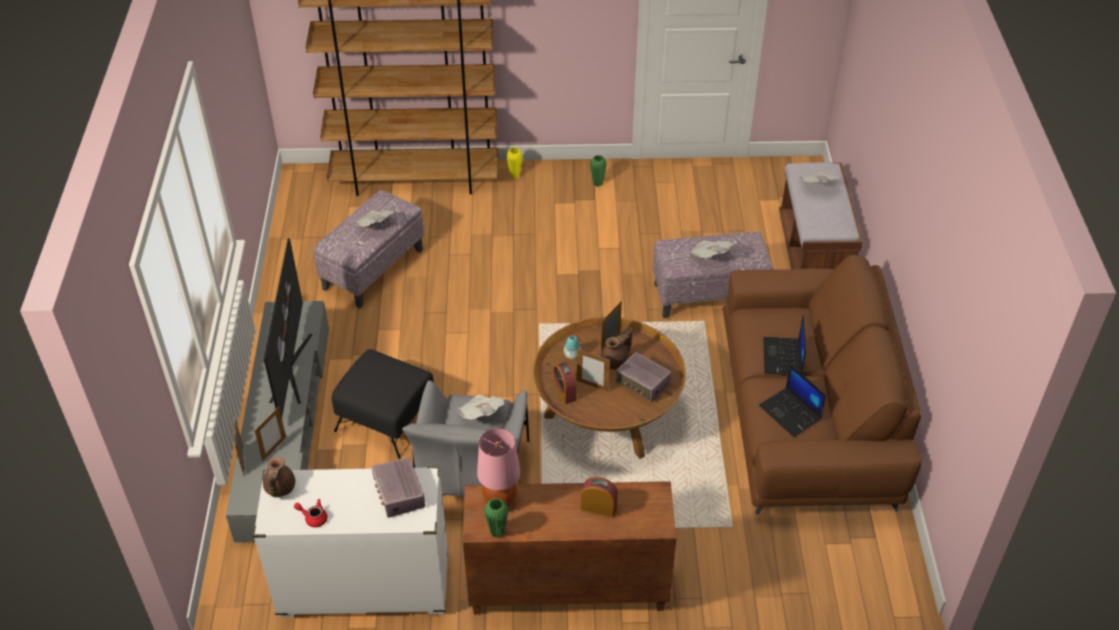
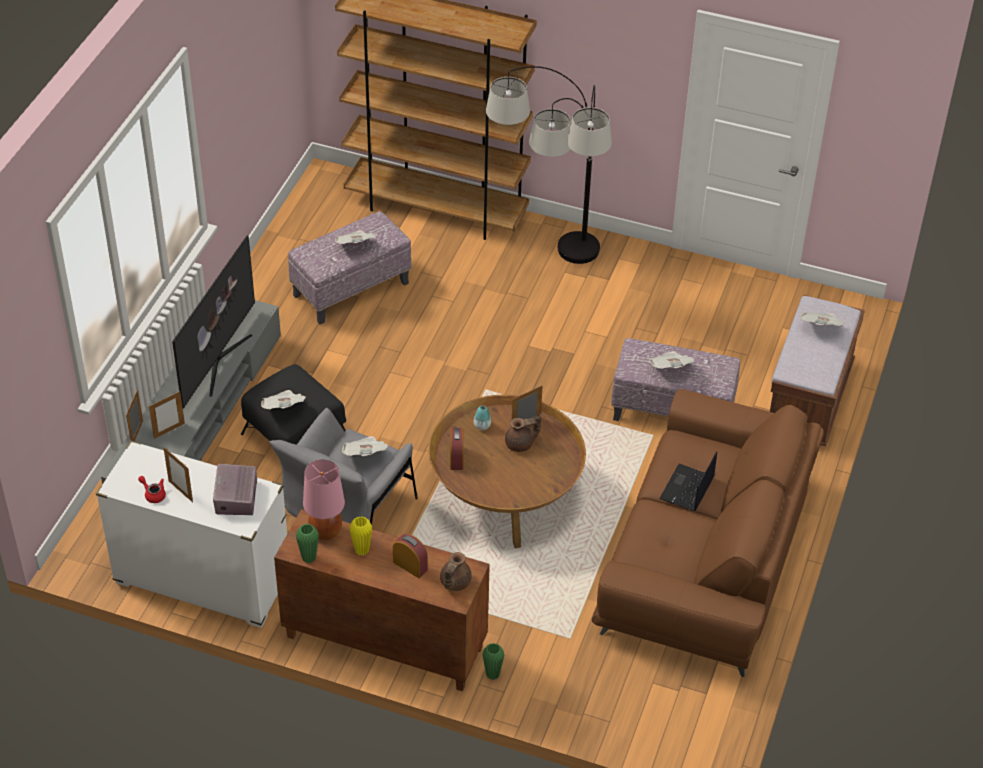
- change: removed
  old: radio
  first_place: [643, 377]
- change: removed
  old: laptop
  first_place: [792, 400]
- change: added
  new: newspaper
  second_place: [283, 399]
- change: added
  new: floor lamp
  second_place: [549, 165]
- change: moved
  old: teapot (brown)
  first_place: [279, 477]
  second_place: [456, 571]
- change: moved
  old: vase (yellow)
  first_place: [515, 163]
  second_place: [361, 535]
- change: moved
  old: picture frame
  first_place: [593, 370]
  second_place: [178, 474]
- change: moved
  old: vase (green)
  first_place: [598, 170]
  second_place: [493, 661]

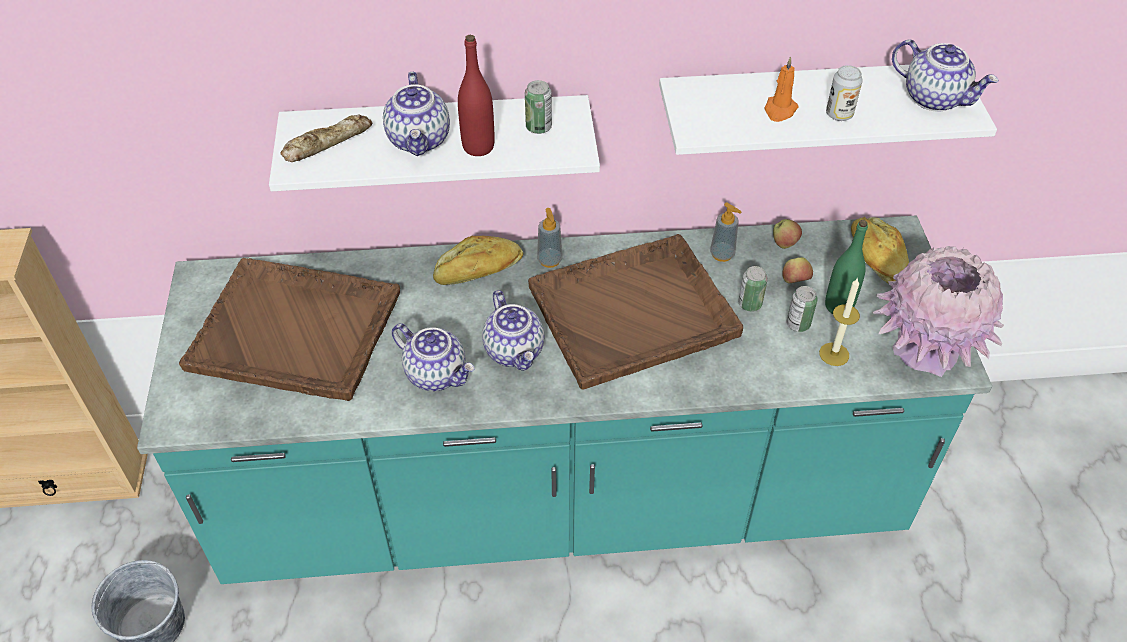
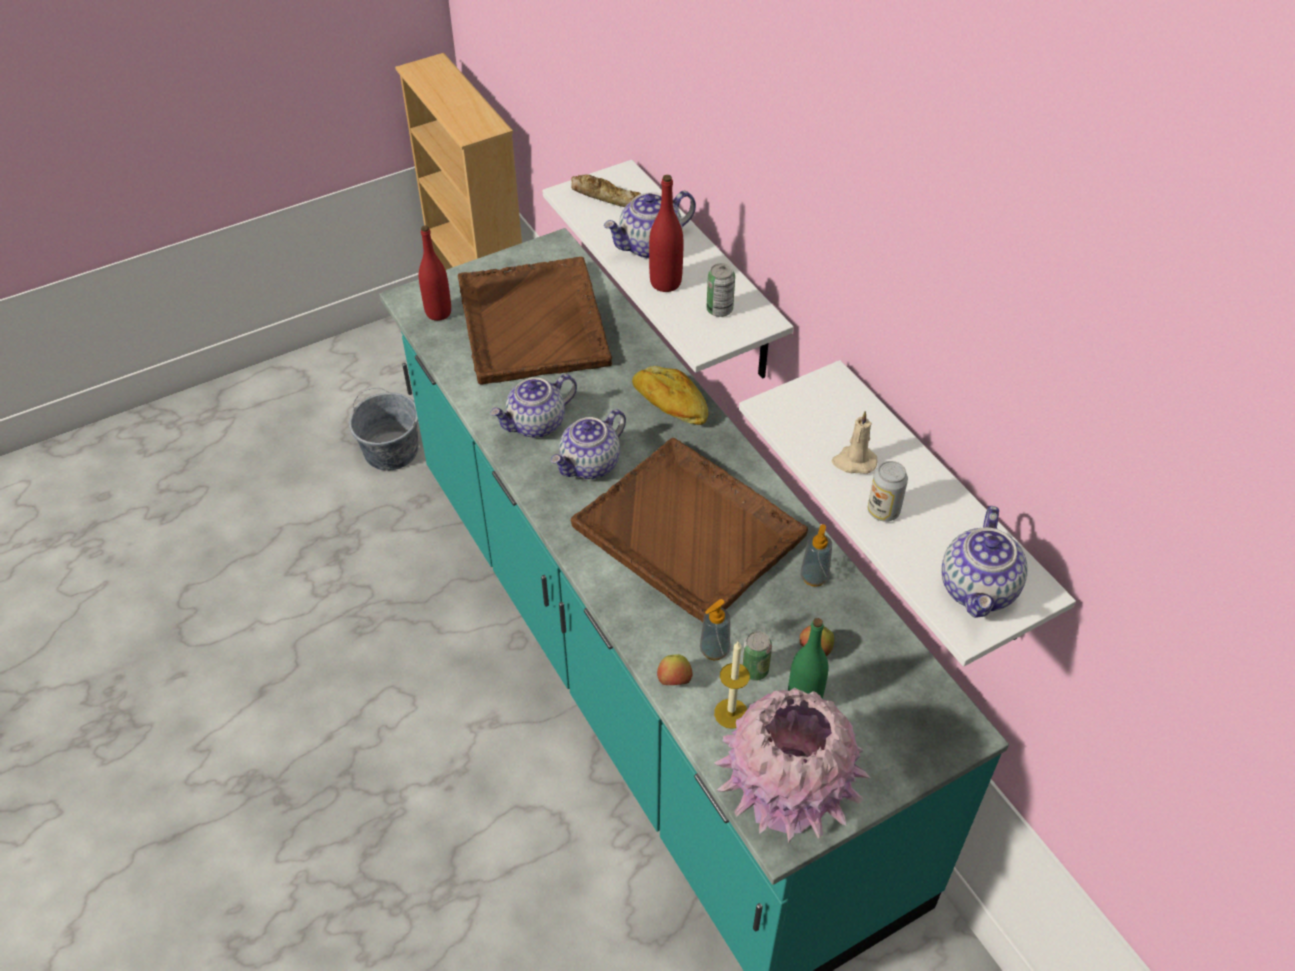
- change: removed
  old: can
  first_place: [753, 289]
- change: removed
  old: bread
  first_place: [880, 250]
- change: added
  new: bottle (red)
  second_place: [435, 273]
- change: moved
  old: soap dispenser
  first_place: [550, 238]
  second_place: [715, 630]
- change: moved
  old: apple
  first_place: [787, 234]
  second_place: [674, 669]
- change: recoloured
  old: candle (orange)
  new: candle (beige)
  first_place: [781, 89]
  second_place: [855, 442]
- change: turned
  old: teapot
  first_place: [433, 357]
  second_place: [533, 406]
  degrees: 45

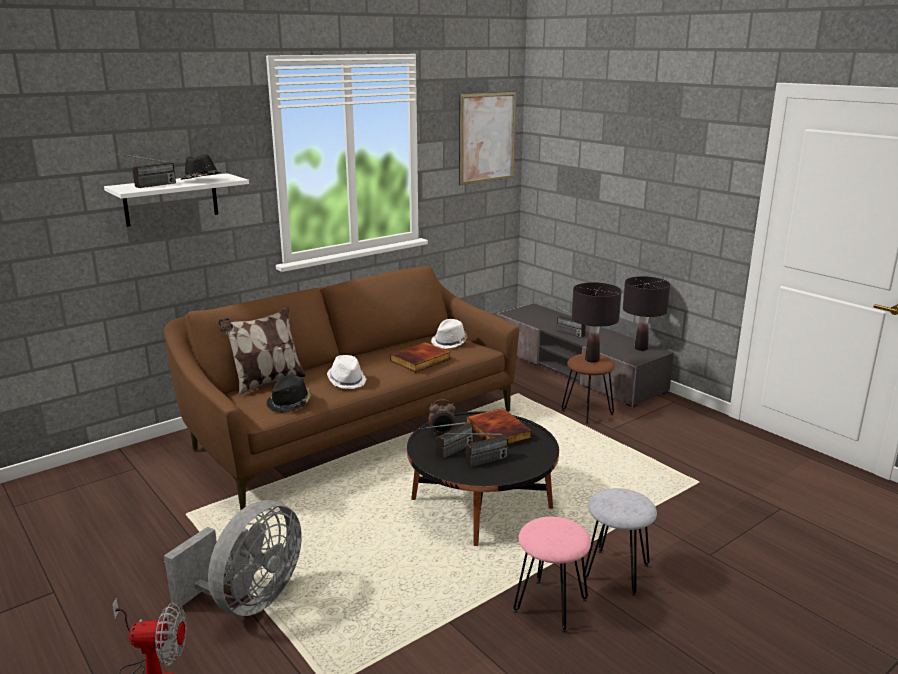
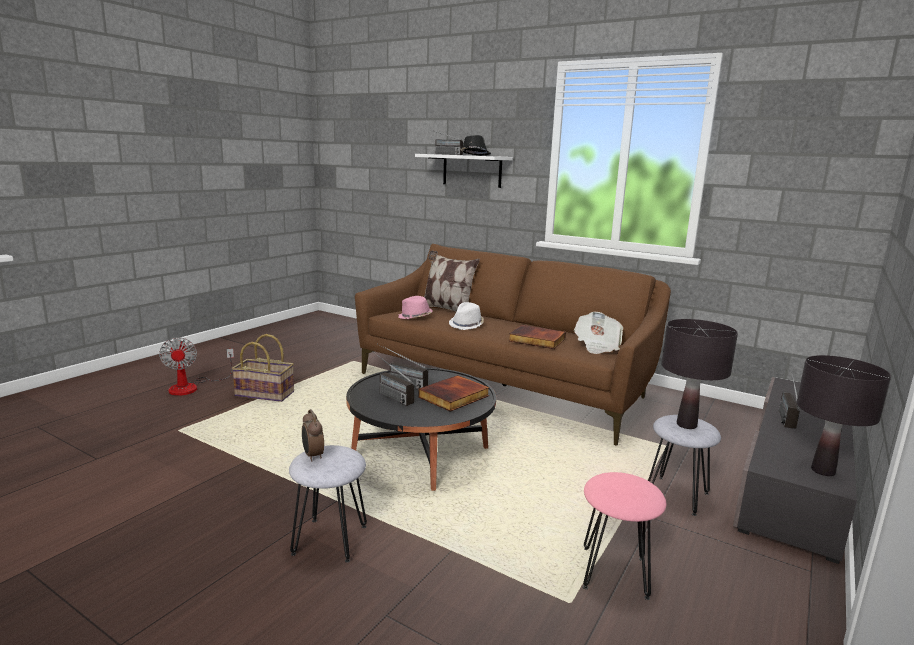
- change: removed
  old: picture
  first_place: [487, 138]
- change: moved
  old: alarm clock
  first_place: [442, 417]
  second_place: [313, 435]
- change: moved
  old: stool (pink)
  first_place: [552, 575]
  second_place: [624, 536]
- change: replaced
  old: fan (grey)
  new: basket
  first_place: [233, 558]
  second_place: [263, 368]
- change: replaced
  old: hat (white)
  new: newspaper
  first_place: [449, 334]
  second_place: [598, 333]
- change: recoloured
  old: hat (black)
  new: hat (pink)
  first_place: [288, 394]
  second_place: [415, 307]
- change: recoloured
  old: stool (brown)
  new: stool (grey)
  first_place: [588, 389]
  second_place: [684, 465]

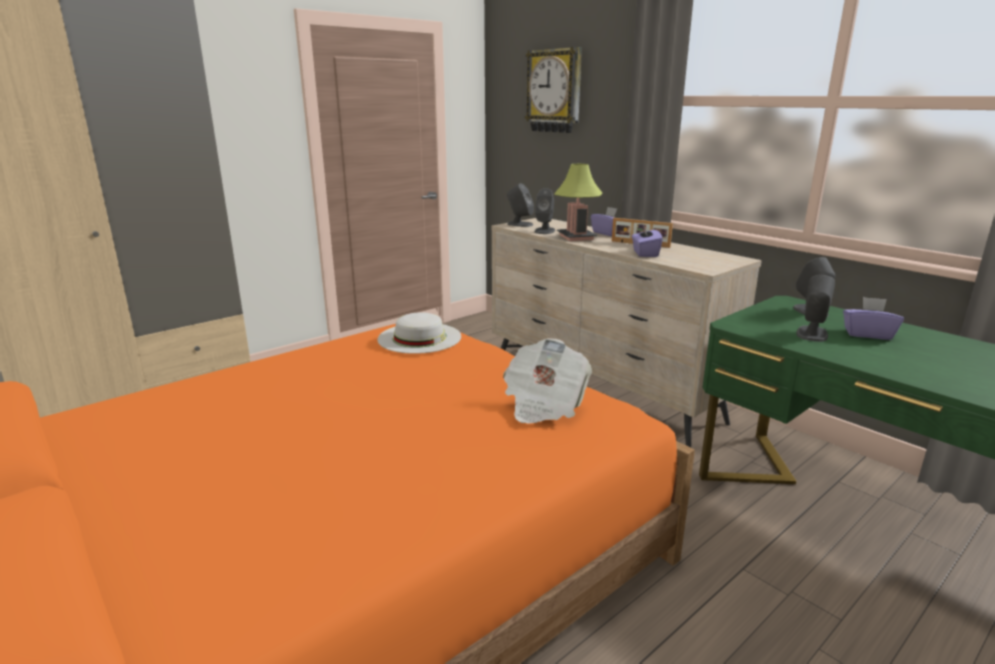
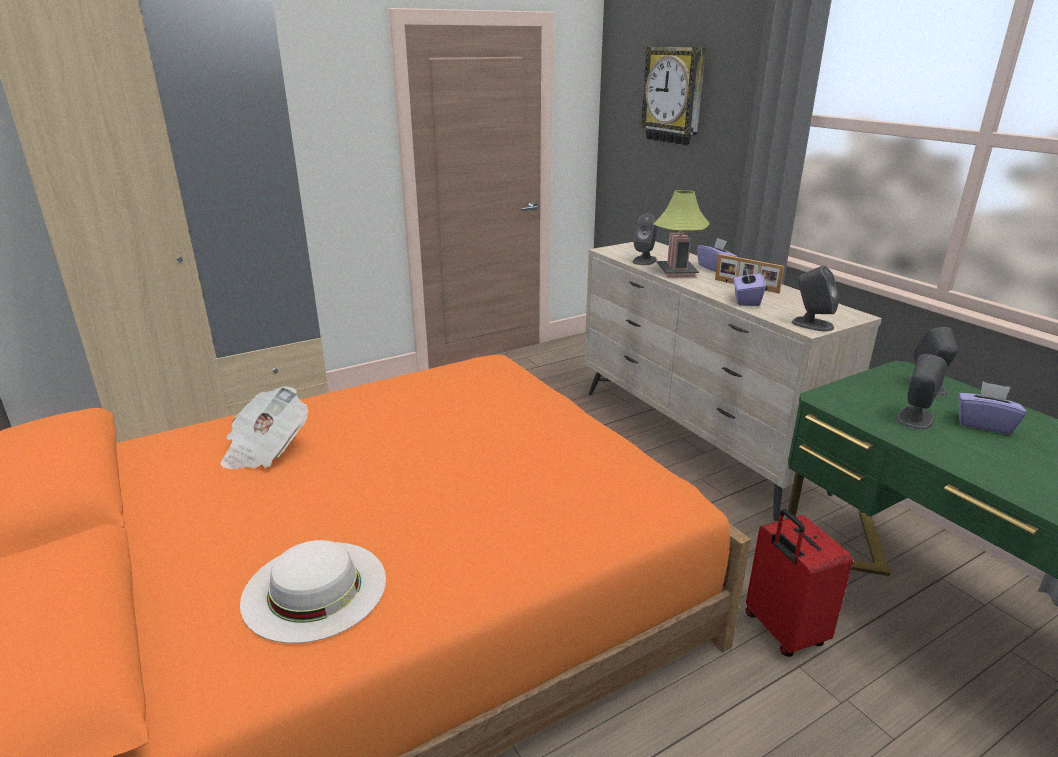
- change: added
  new: suitcase (red)
  second_place: [799, 583]
- change: moved
  old: hat (white)
  first_place: [419, 333]
  second_place: [313, 591]
- change: moved
  old: newspaper
  first_place: [547, 380]
  second_place: [264, 427]
- change: moved
  old: speaker (grey)
  first_place: [520, 205]
  second_place: [815, 298]

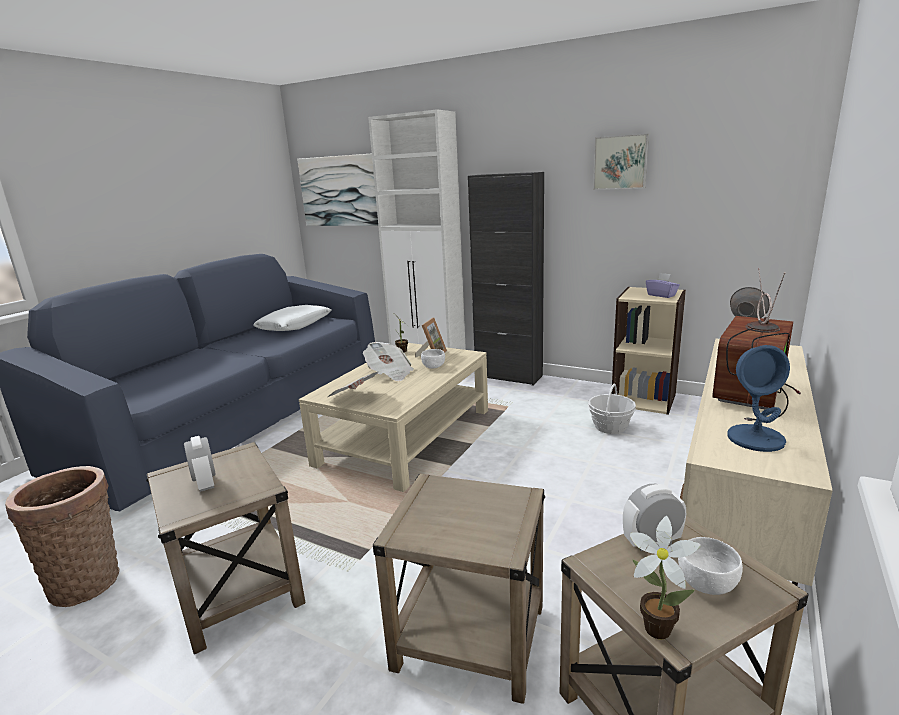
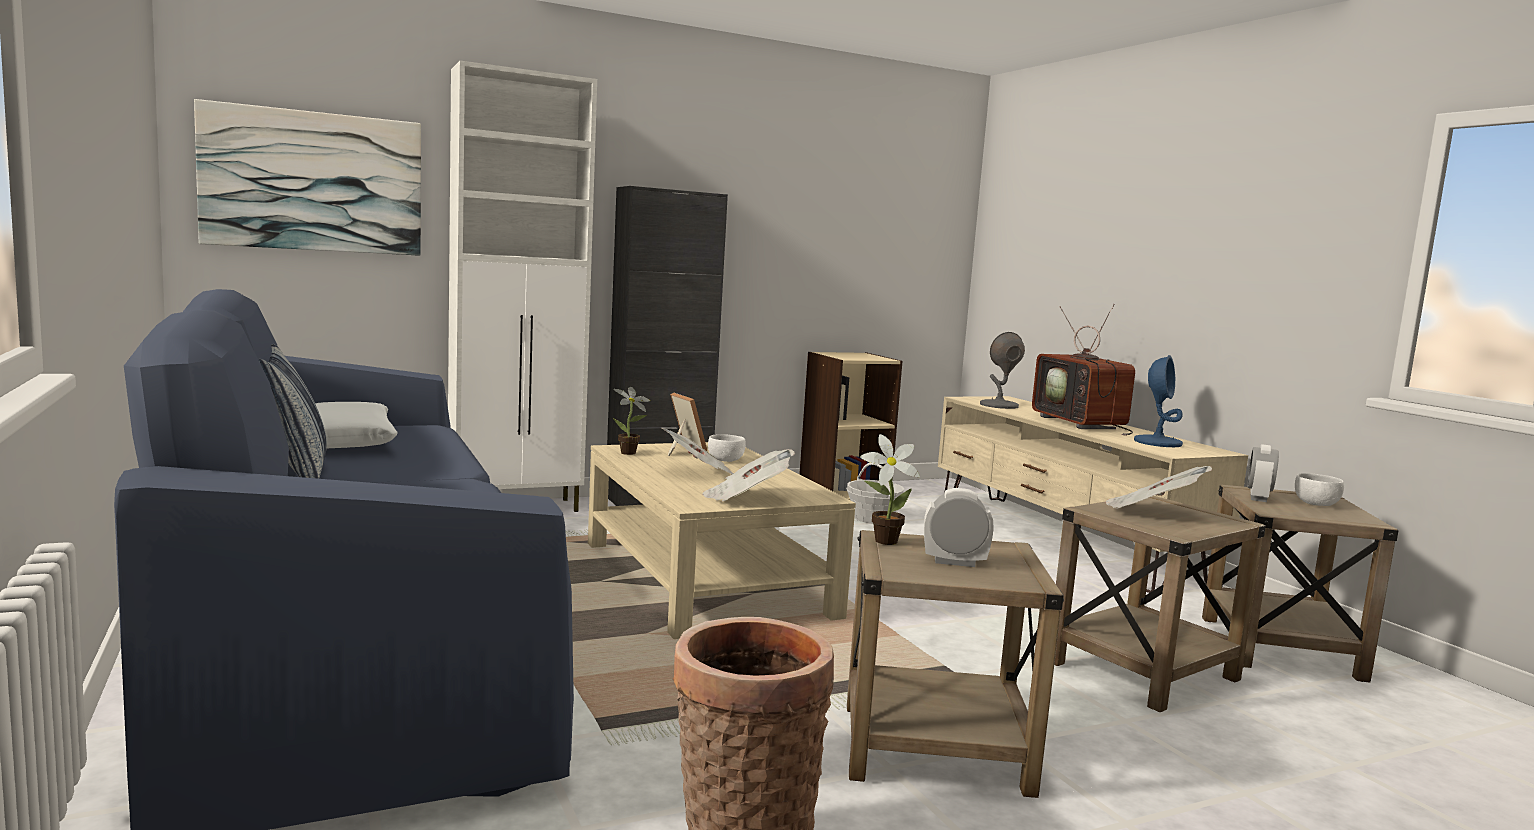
- change: removed
  old: picture
  first_place: [621, 162]
- change: removed
  old: tissue box (purple)
  first_place: [663, 285]
- change: added
  new: pillow
  second_place: [292, 411]
- change: added
  new: newspaper
  second_place: [1158, 487]
- change: moved
  old: potted plant
  first_place: [665, 577]
  second_place: [890, 489]

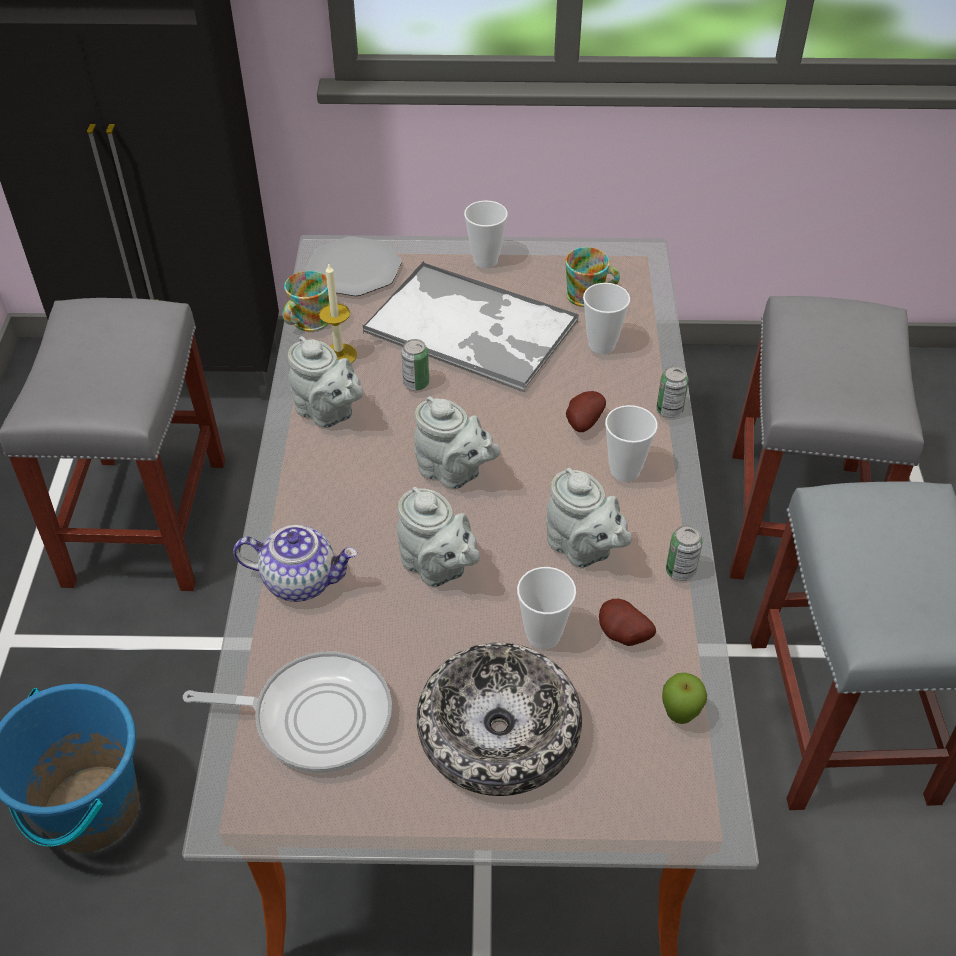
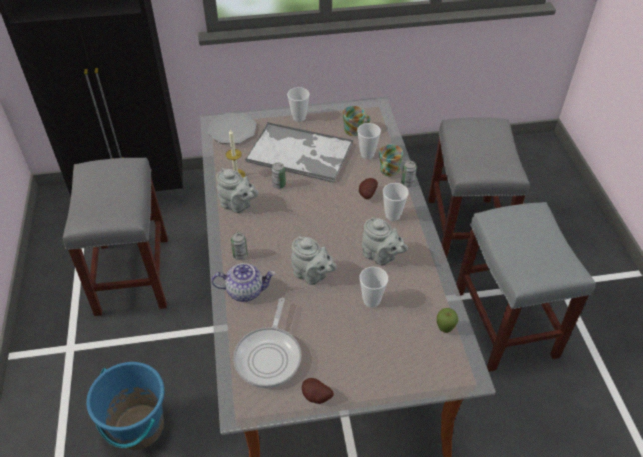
- change: removed
  old: teapot (grey)
  first_place: [457, 442]
- change: removed
  old: bowl
  first_place: [499, 719]
- change: moved
  old: mug
  first_place: [305, 301]
  second_place: [391, 160]
- change: moved
  old: potato
  first_place: [627, 622]
  second_place: [318, 391]
- change: moved
  old: can
  first_place: [684, 553]
  second_place: [239, 246]
- change: turned
  old: frying pan
  first_place: [287, 712]
  second_place: [267, 343]
  degrees: 105

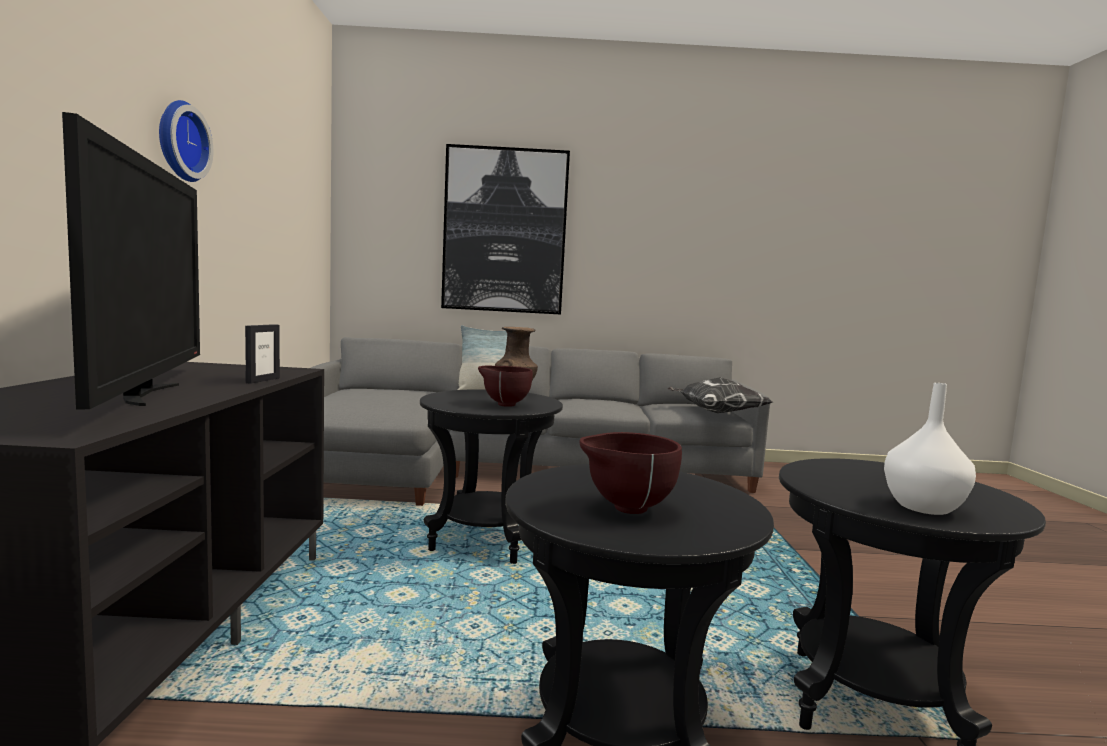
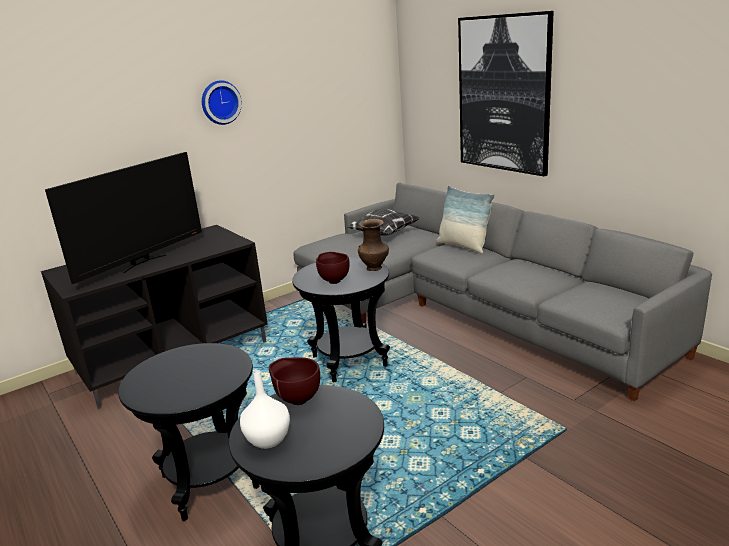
- change: removed
  old: picture frame
  first_place: [262, 354]
- change: moved
  old: bowl (brown)
  first_place: [630, 473]
  second_place: [294, 381]
- change: moved
  old: pillow
  first_place: [720, 395]
  second_place: [383, 222]

